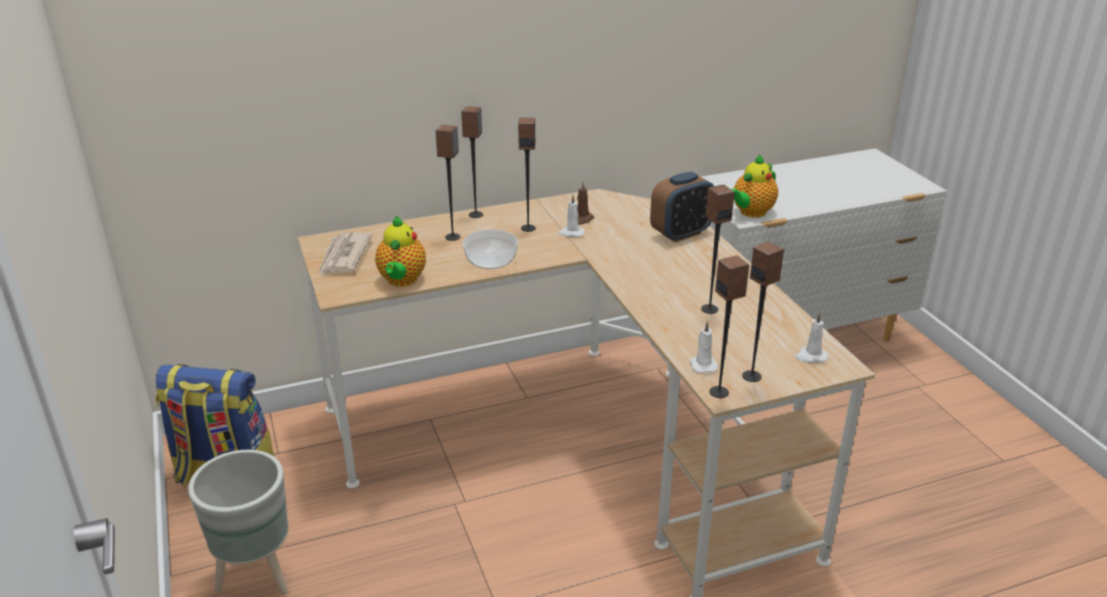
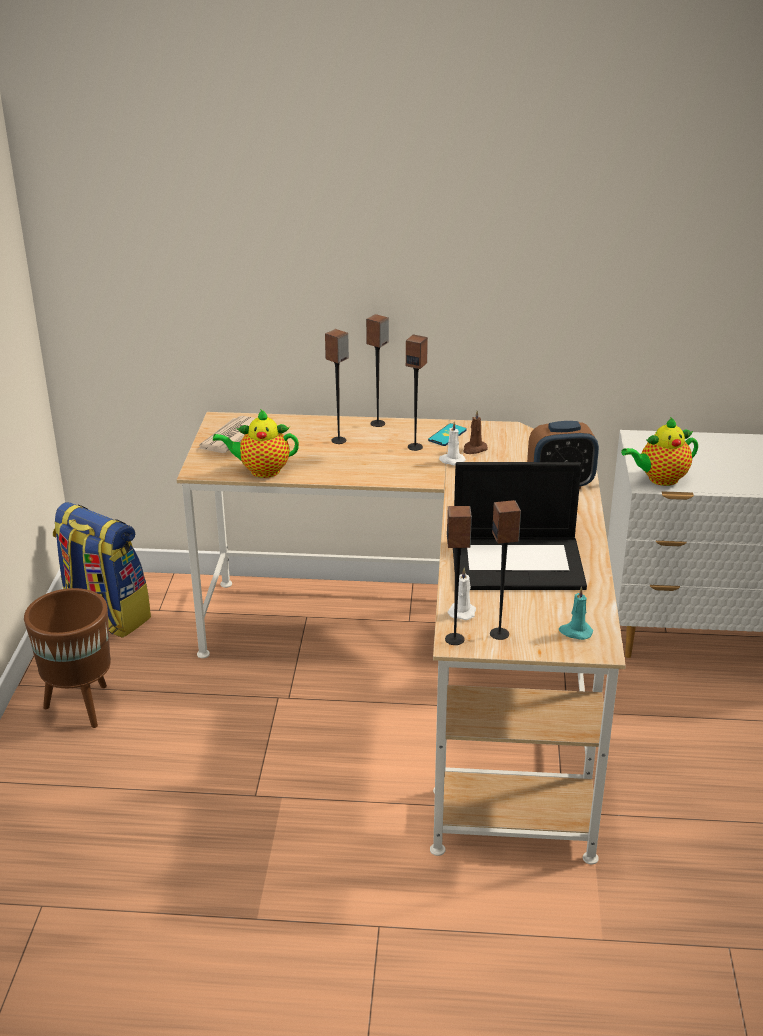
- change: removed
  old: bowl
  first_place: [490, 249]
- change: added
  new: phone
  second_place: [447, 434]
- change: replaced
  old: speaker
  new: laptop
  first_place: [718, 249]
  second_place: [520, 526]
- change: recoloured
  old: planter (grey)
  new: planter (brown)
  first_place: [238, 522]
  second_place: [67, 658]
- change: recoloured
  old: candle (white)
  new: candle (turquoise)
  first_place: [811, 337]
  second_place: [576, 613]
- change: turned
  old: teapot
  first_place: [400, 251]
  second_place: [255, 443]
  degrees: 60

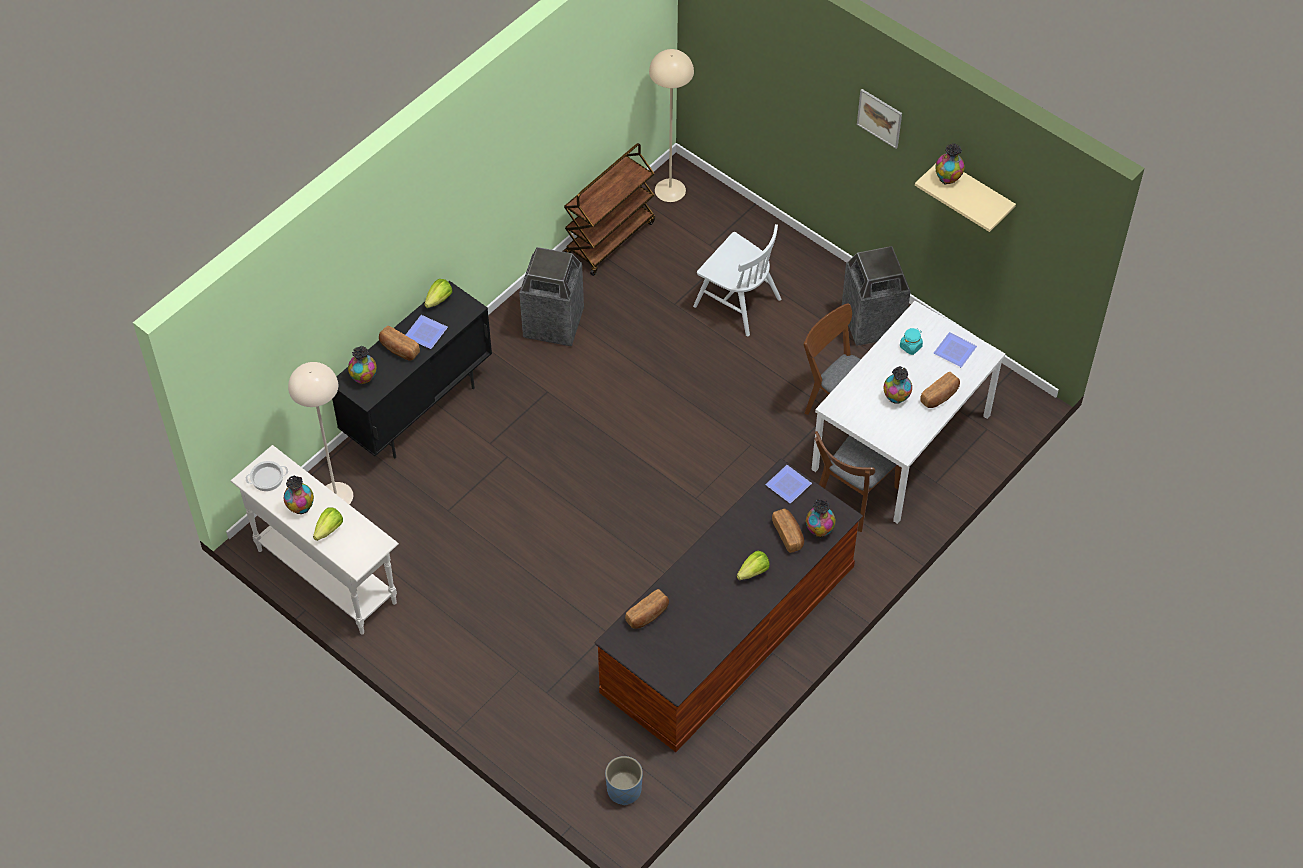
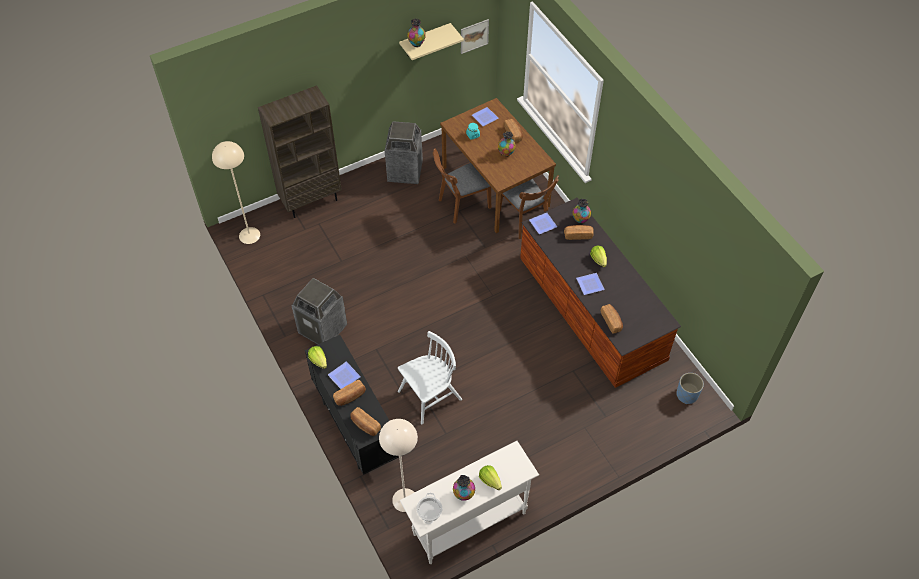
- change: removed
  old: cart (brown)
  first_place: [609, 209]
- change: added
  new: bookcase (brown)
  second_place: [300, 151]
- change: added
  new: plate
  second_place: [590, 284]
- change: moved
  old: chair (white)
  first_place: [737, 280]
  second_place: [430, 377]
- change: moved
  old: picture
  first_place: [879, 119]
  second_place: [475, 36]
- change: replaced
  old: vase
  new: bread
  first_place: [362, 365]
  second_place: [365, 421]
- change: recoloured
  old: dining table (white)
  new: dining table (brown)
  first_place: [908, 412]
  second_place: [498, 165]

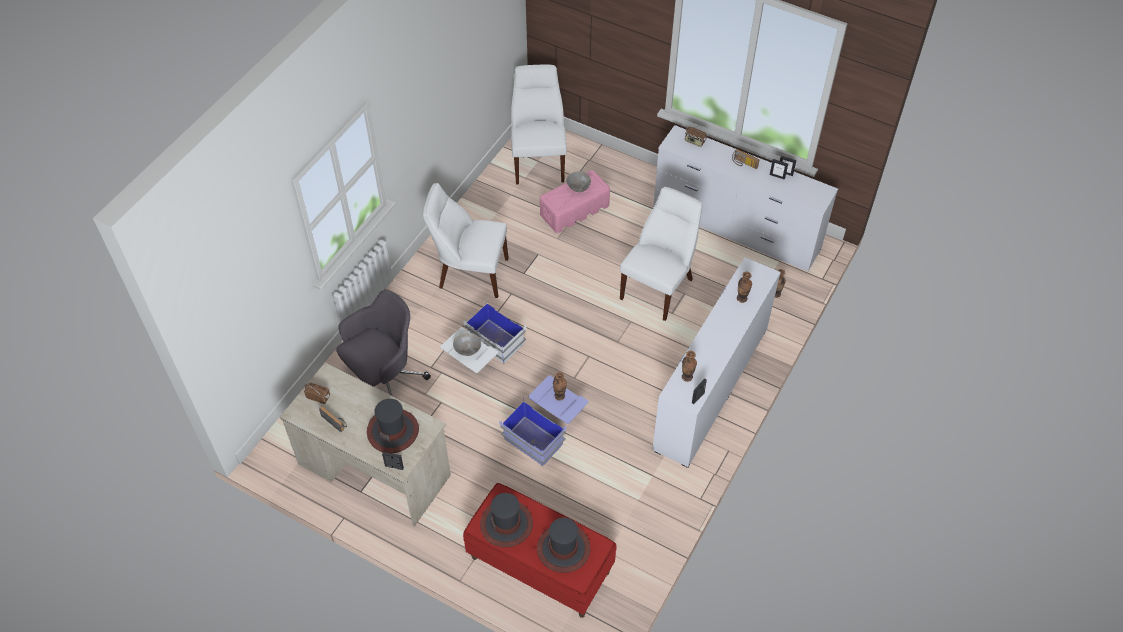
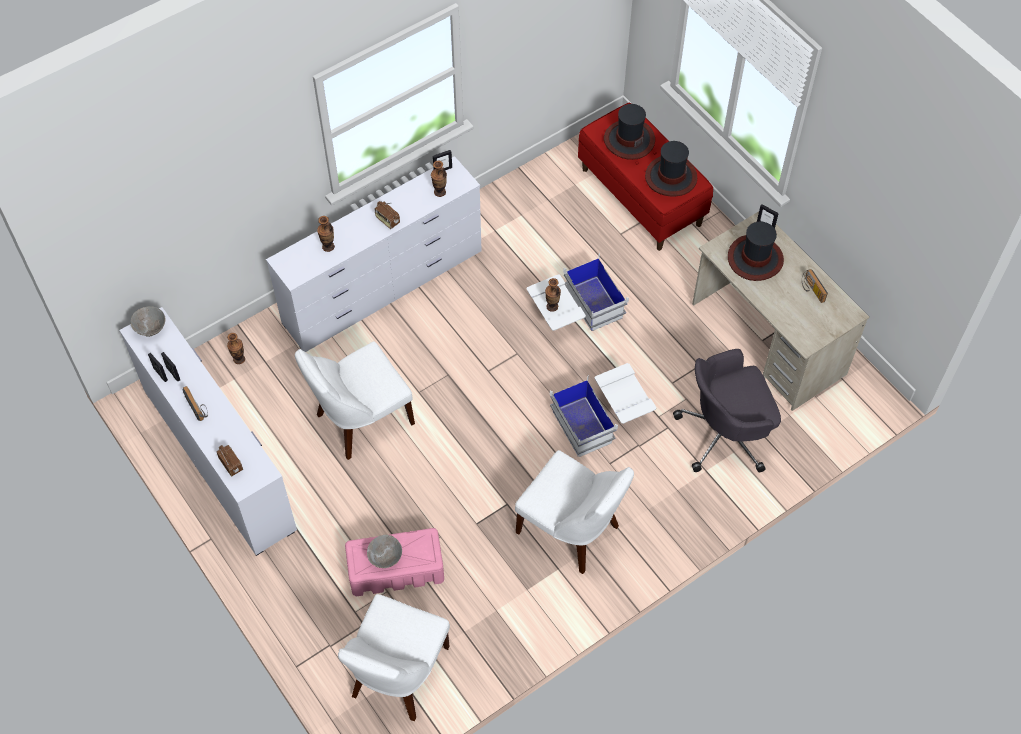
- change: moved
  old: radio
  first_place: [317, 393]
  second_place: [387, 215]
- change: moved
  old: bowl (grey)
  first_place: [467, 344]
  second_place: [148, 322]
- change: recoloured
  old: storage box (blue)
  new: storage box (white)
  first_place: [543, 420]
  second_place: [578, 292]

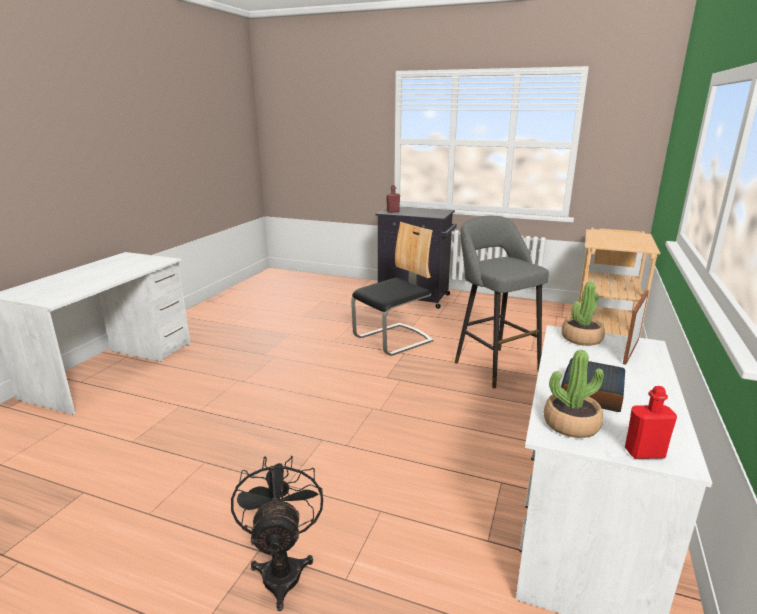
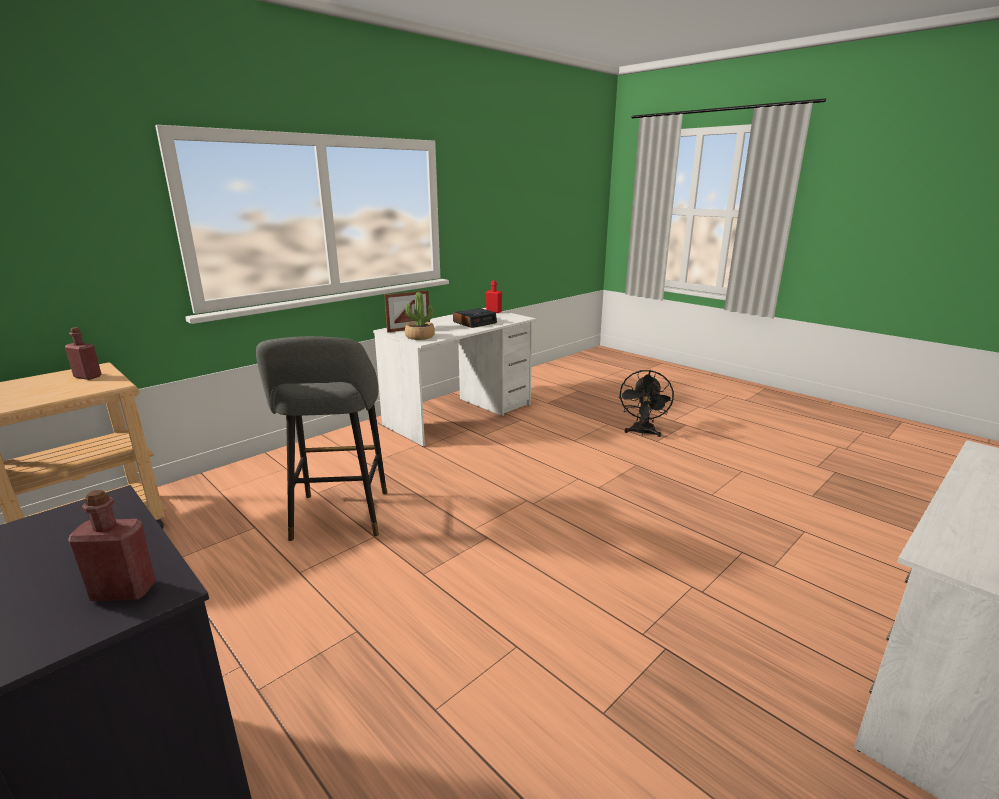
- change: removed
  old: chair
  first_place: [392, 289]
- change: removed
  old: potted plant
  first_place: [574, 394]
- change: added
  new: bottle (red)
  second_place: [83, 353]

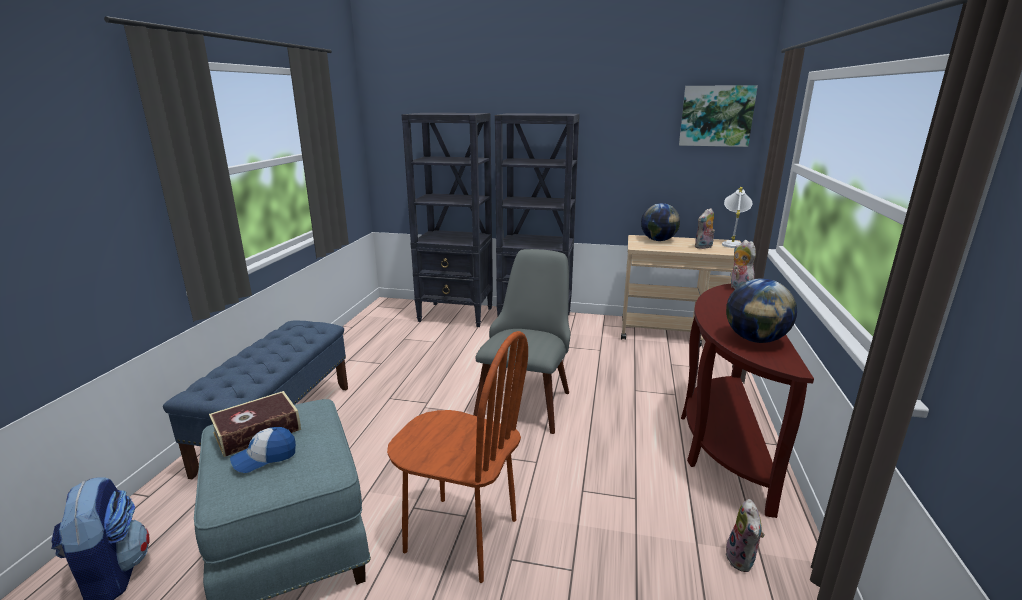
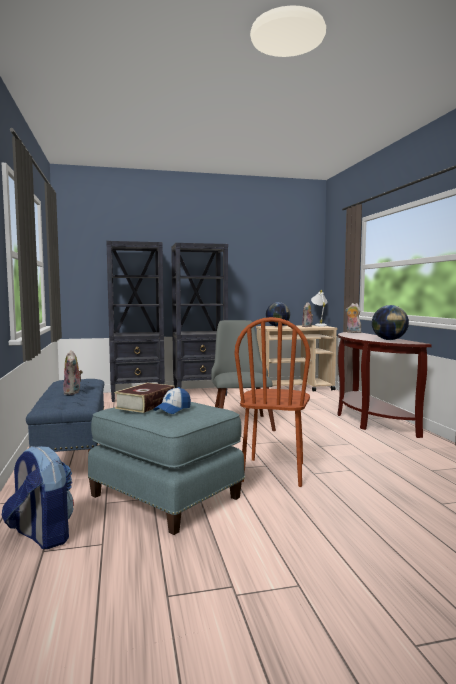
- change: removed
  old: picture
  first_place: [718, 116]
- change: moved
  old: plush toy
  first_place: [744, 535]
  second_place: [73, 372]
- change: turned
  old: chair (brown)
  first_place: [457, 457]
  second_place: [272, 402]
  degrees: 105

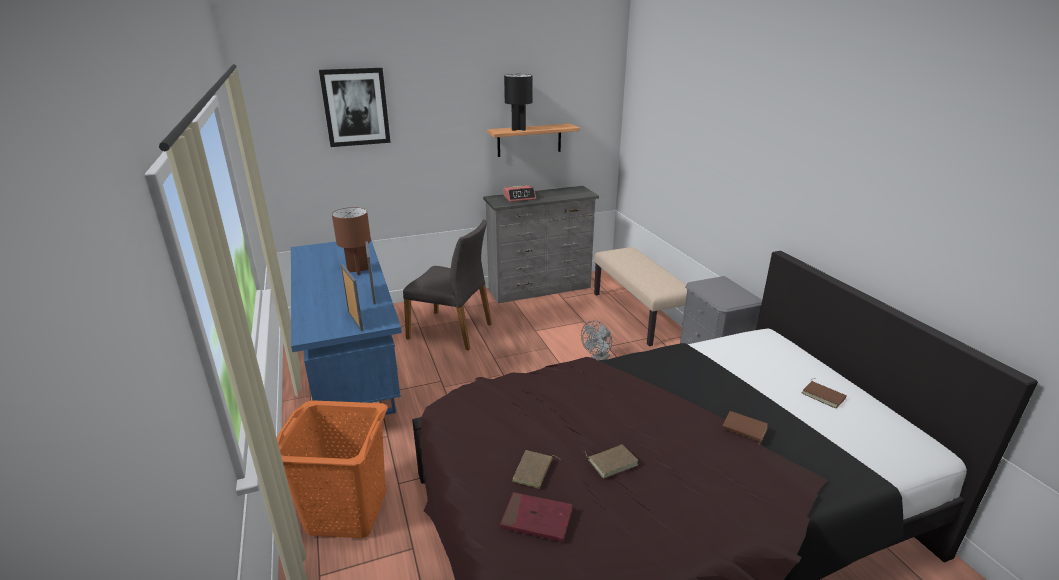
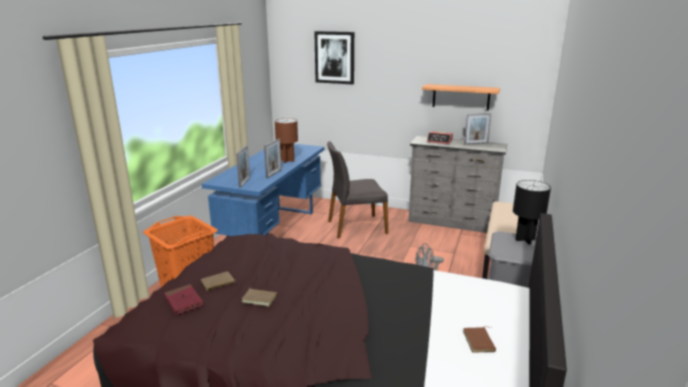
- change: removed
  old: book (brown)
  first_place: [745, 428]
- change: added
  new: picture frame
  second_place: [477, 129]
- change: moved
  old: table lamp (black)
  first_place: [518, 102]
  second_place: [532, 212]
- change: turned
  old: chair (grey)
  first_place: [447, 285]
  second_place: [357, 190]
  degrees: 105

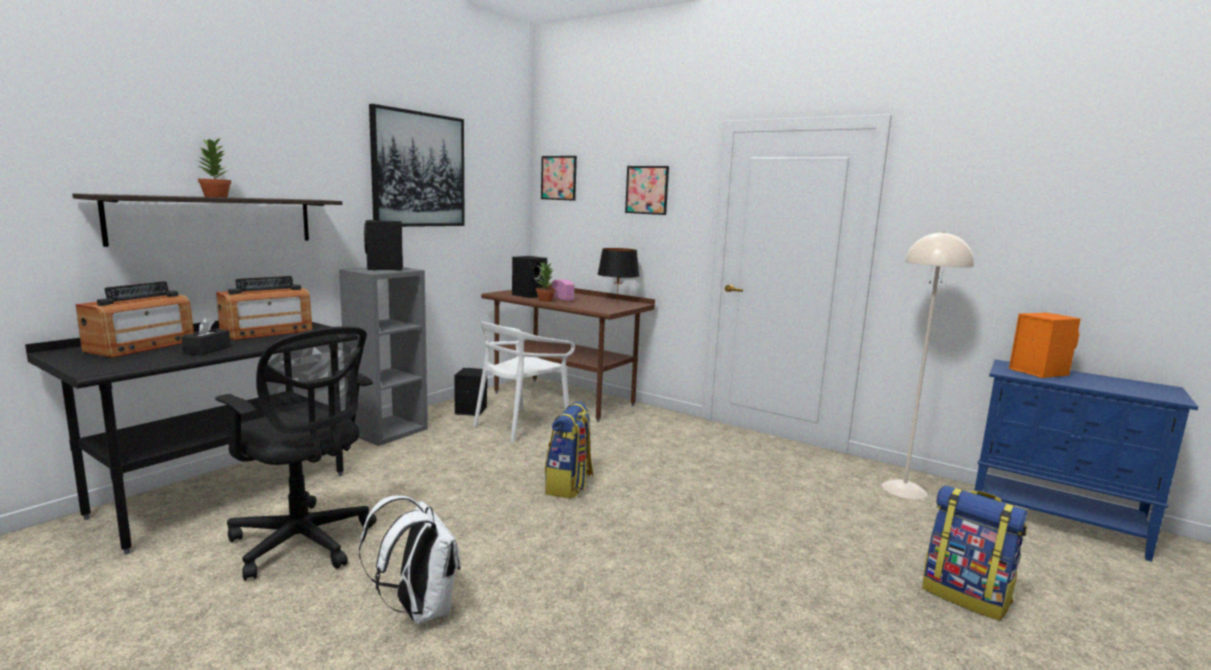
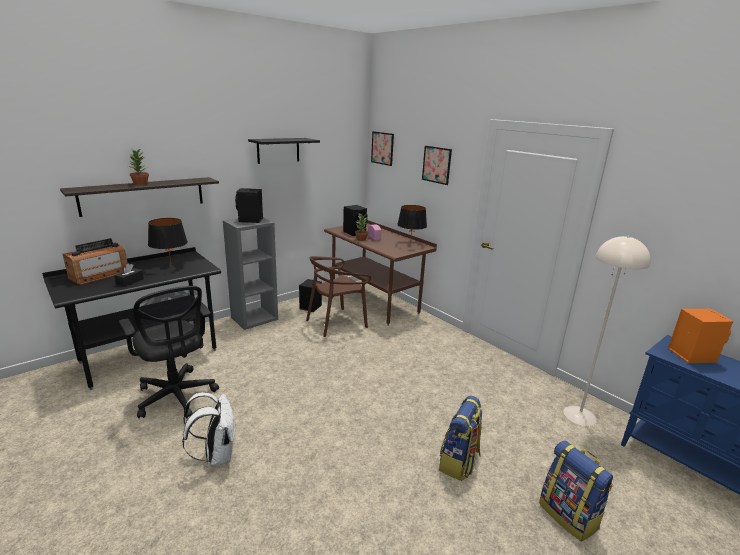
- change: moved
  old: backpack
  first_place: [569, 450]
  second_place: [461, 438]
- change: replaced
  old: radio
  new: table lamp (black)
  first_place: [264, 308]
  second_place: [168, 241]
- change: replaced
  old: picture
  new: shelf (black)
  first_place: [417, 165]
  second_place: [284, 151]
- change: recoloured
  old: chair (white)
  new: chair (brown)
  first_place: [524, 382]
  second_place: [338, 296]

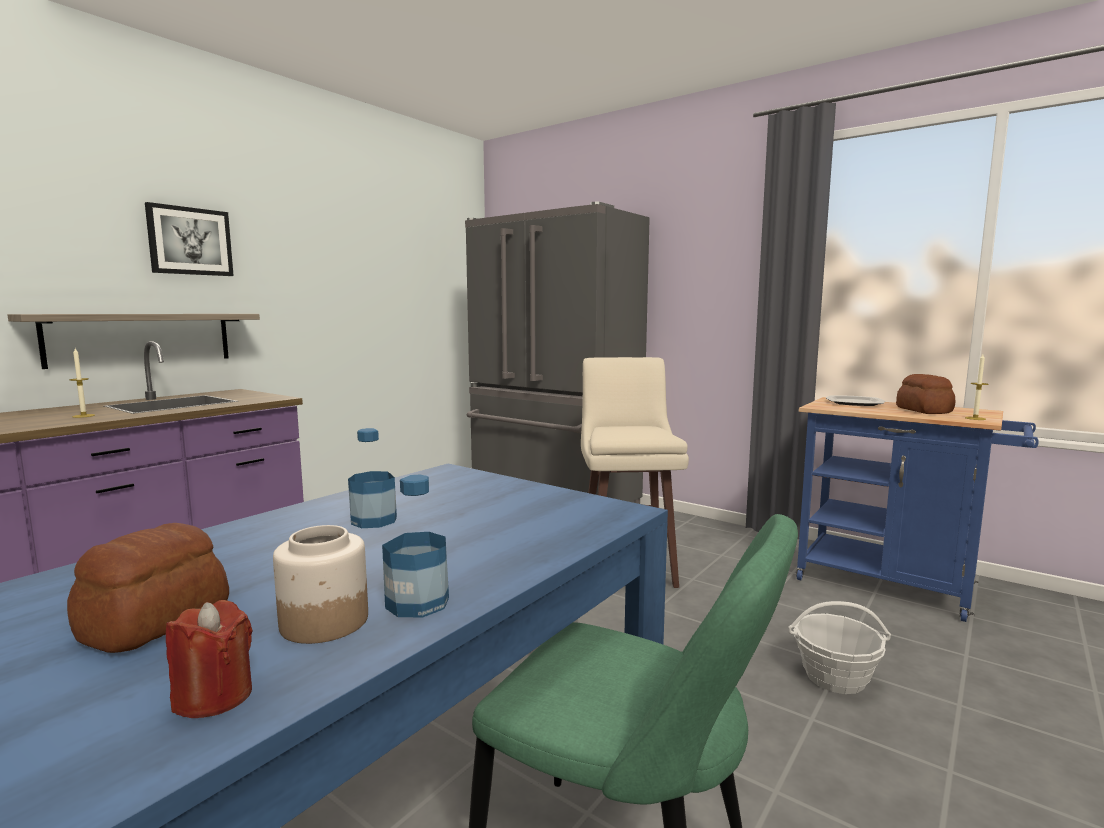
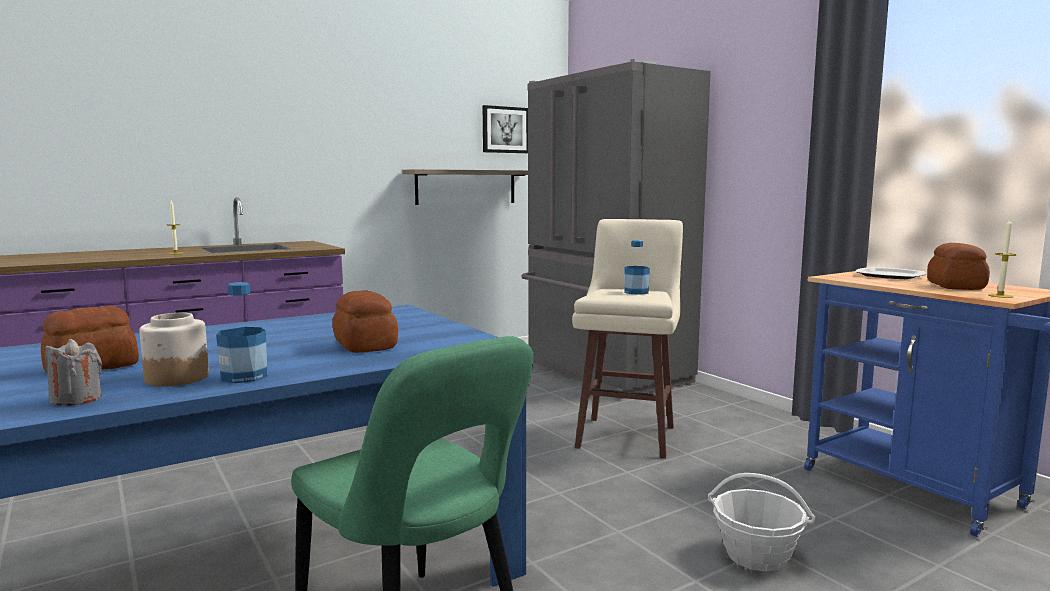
- change: added
  new: bread
  second_place: [365, 321]
- change: moved
  old: shelf
  first_place: [134, 341]
  second_place: [465, 187]
- change: moved
  old: picture
  first_place: [189, 239]
  second_place: [505, 129]
- change: moved
  old: bottle
  first_place: [372, 478]
  second_place: [637, 267]
- change: recoloured
  old: candle (red)
  new: candle (grey)
  first_place: [209, 659]
  second_place: [73, 372]

